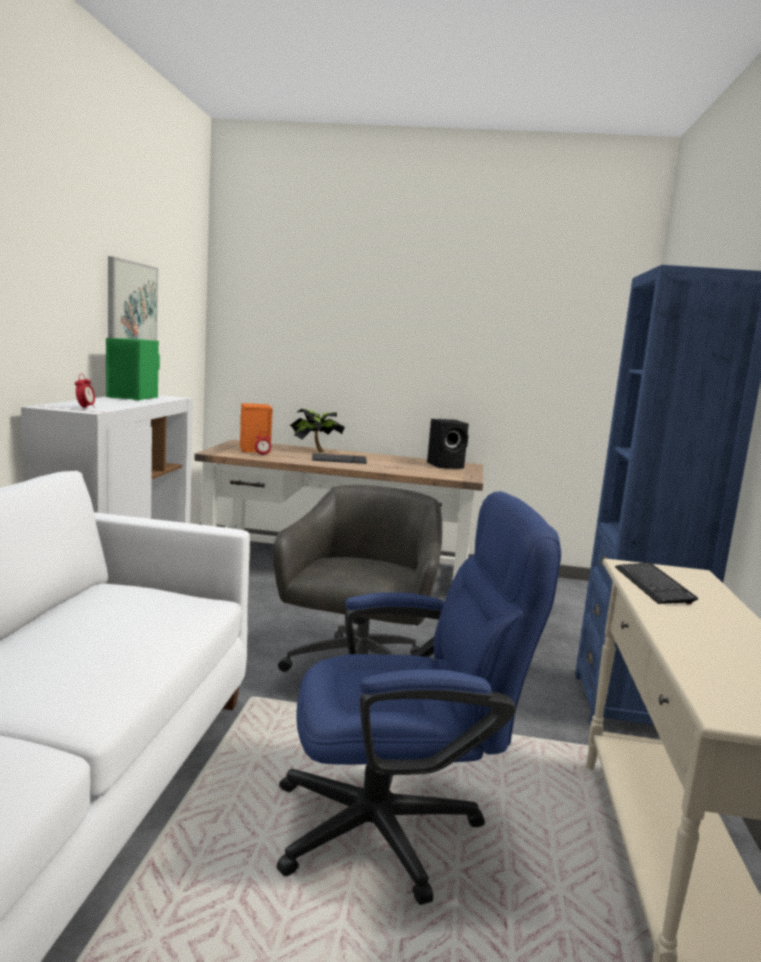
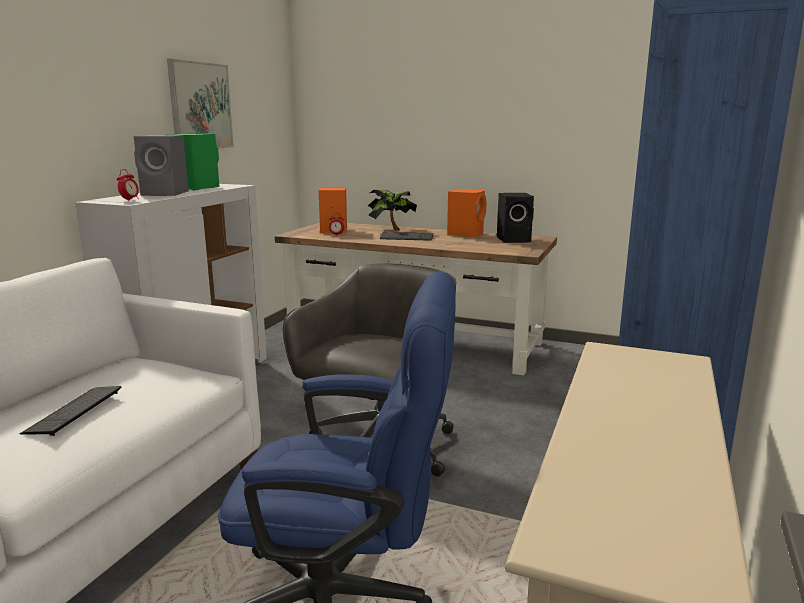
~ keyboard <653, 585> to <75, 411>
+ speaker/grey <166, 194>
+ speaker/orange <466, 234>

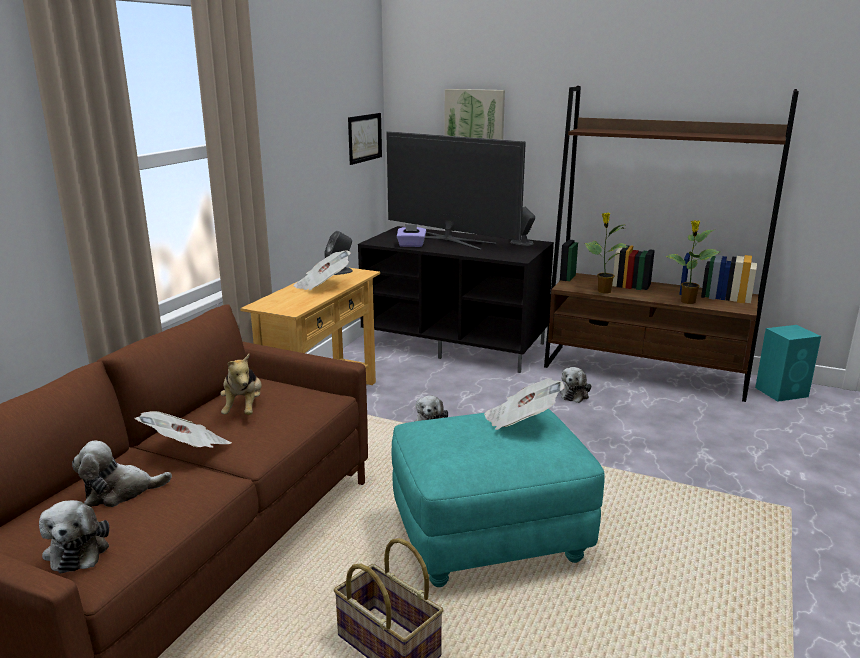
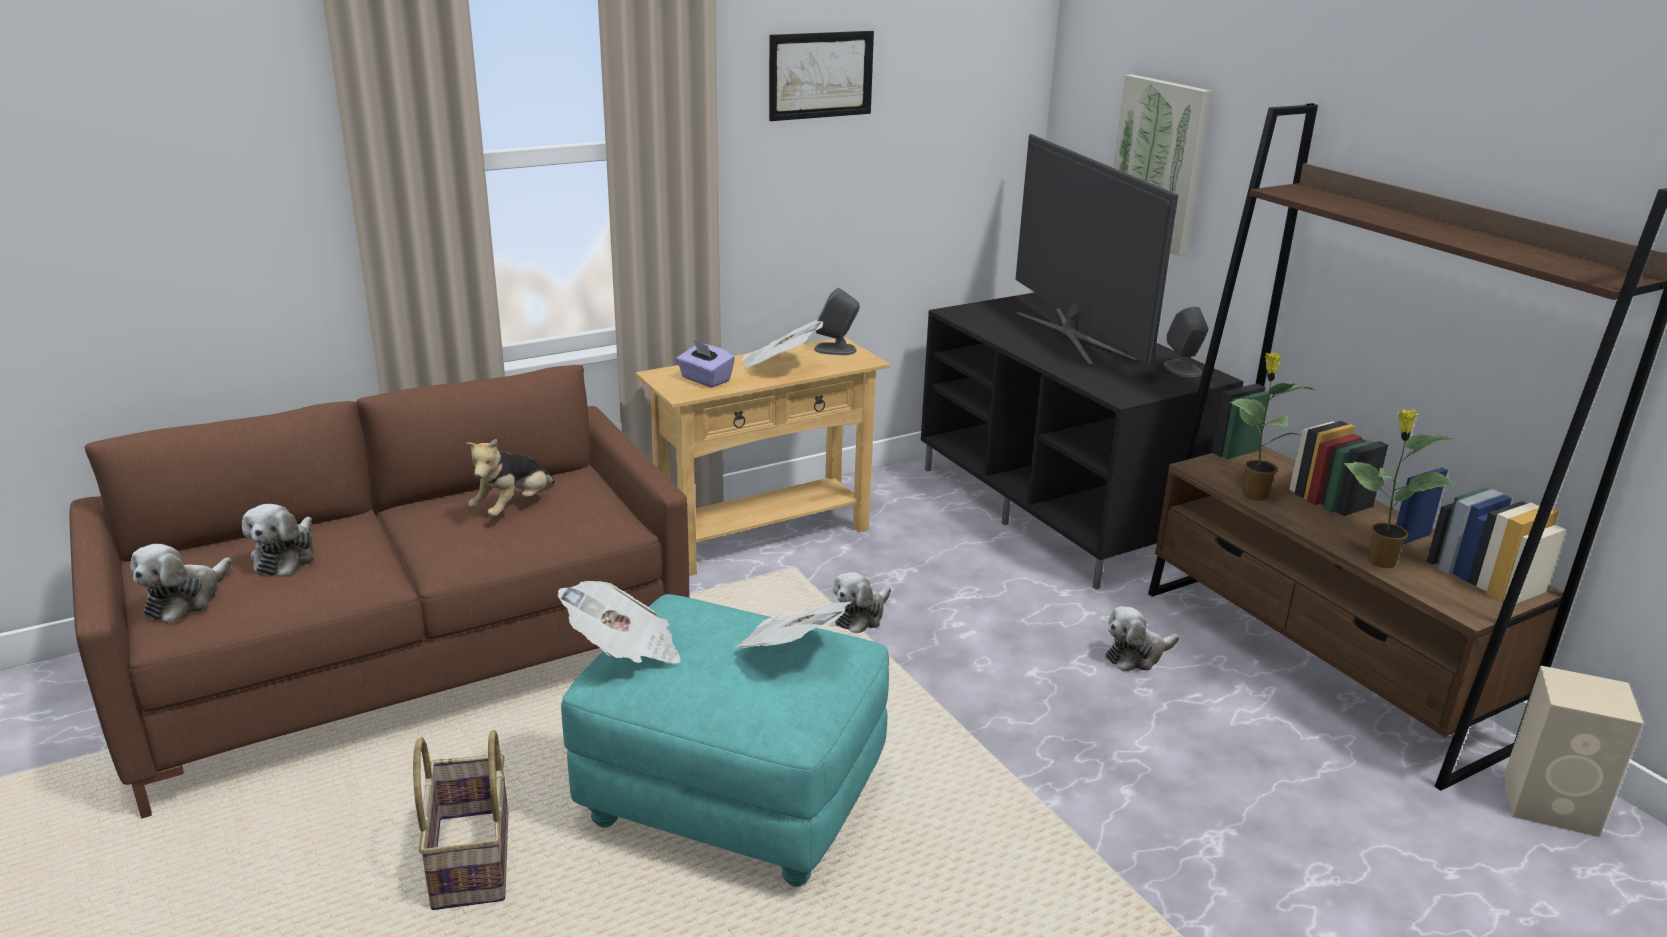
~ plush toy <120, 492> = <286, 557> 105 degrees counterclockwise
~ newspaper <187, 450> to <624, 651>
~ picture <364, 138> to <821, 75>
~ tissue box/purple <411, 245> to <705, 380>
~ speaker/turquoise <782, 392> to speaker/beige <1553, 805>

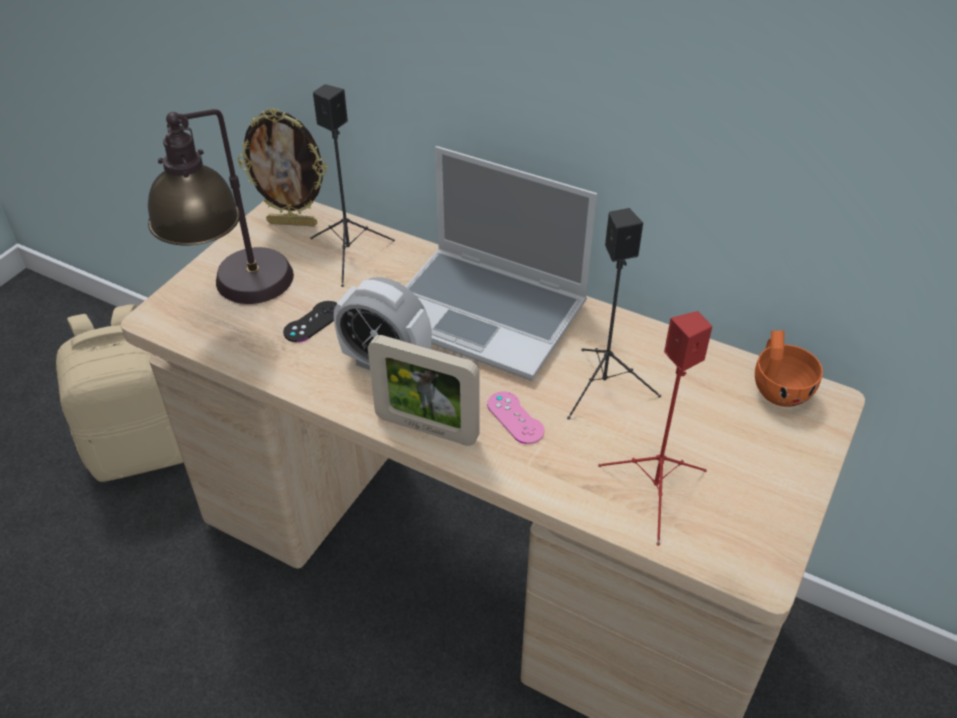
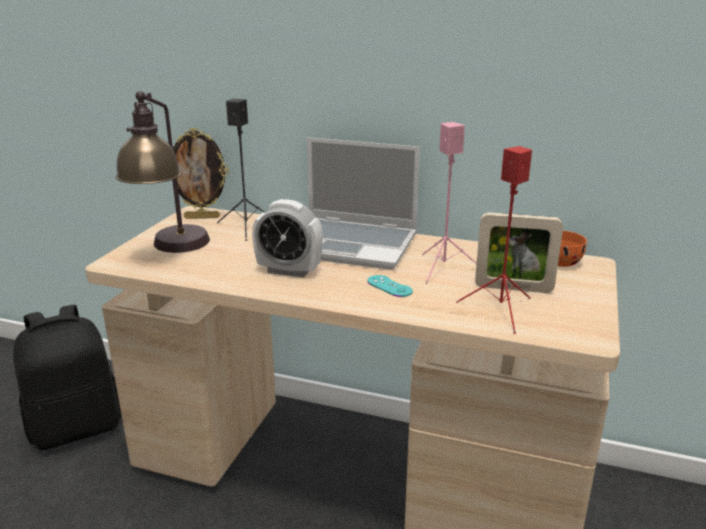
~ backpack/beige <145, 448> to backpack/black <77, 427>
- game controller/black <313, 322>
~ picture frame <426, 428> to <513, 288>
~ game controller/pink <515, 418> to game controller/turquoise <389, 286>
~ speaker/black <604, 387> to speaker/pink <444, 268>

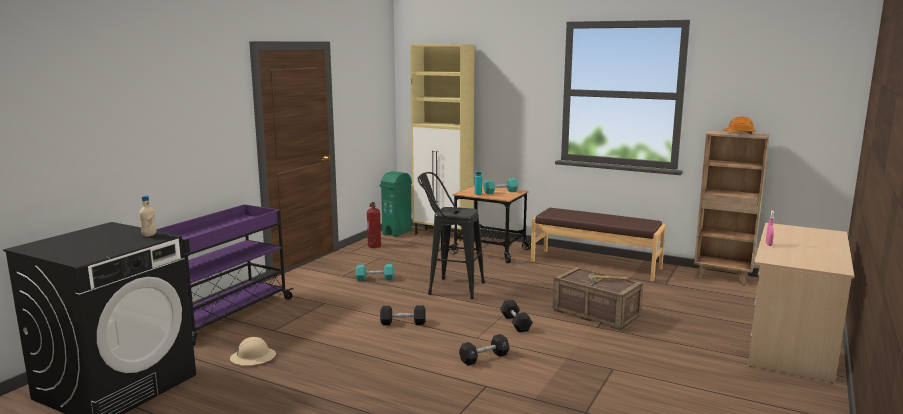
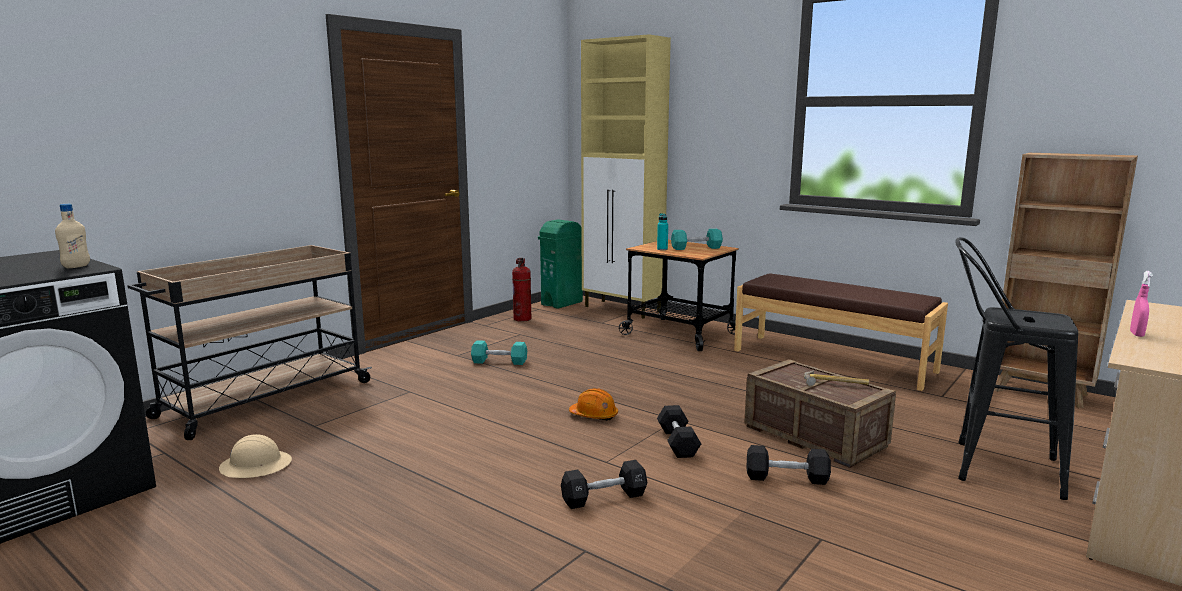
~ cart/purple <224, 316> to cart/beige <263, 400>
~ dumbbell/black <403, 323> to <786, 478>
~ stool/black <450, 288> to <992, 466>
~ hard hat/orange <739, 133> to <594, 415>

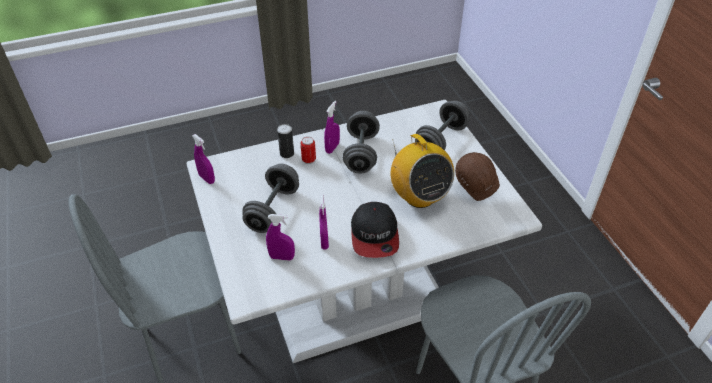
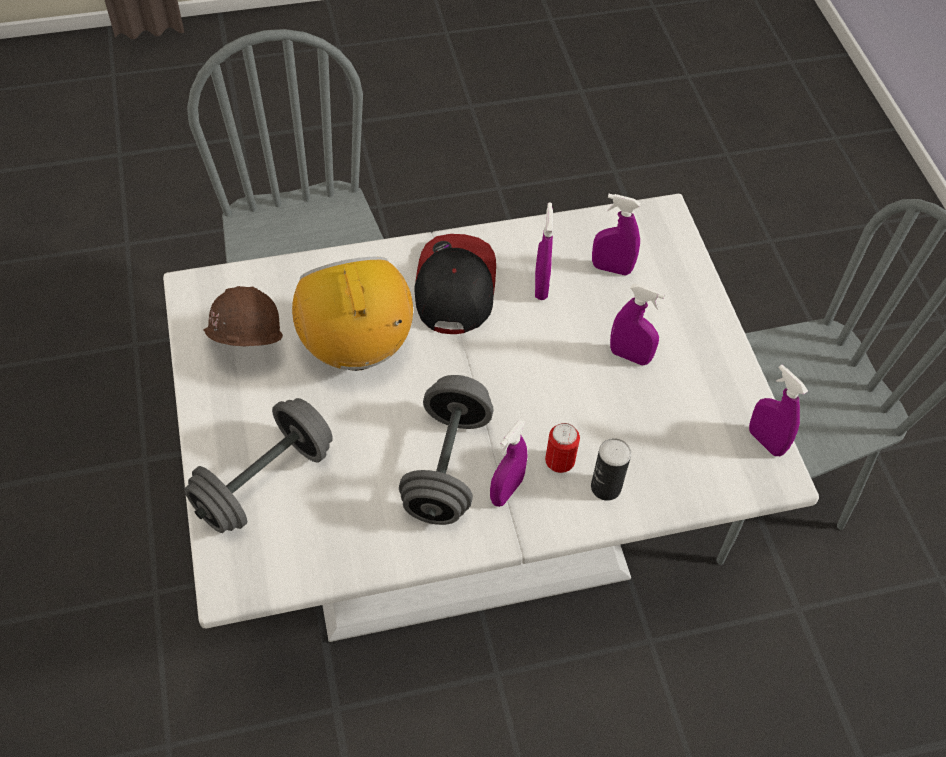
~ dumbbell/grey <273, 209> to spray bottle/purple <630, 356>

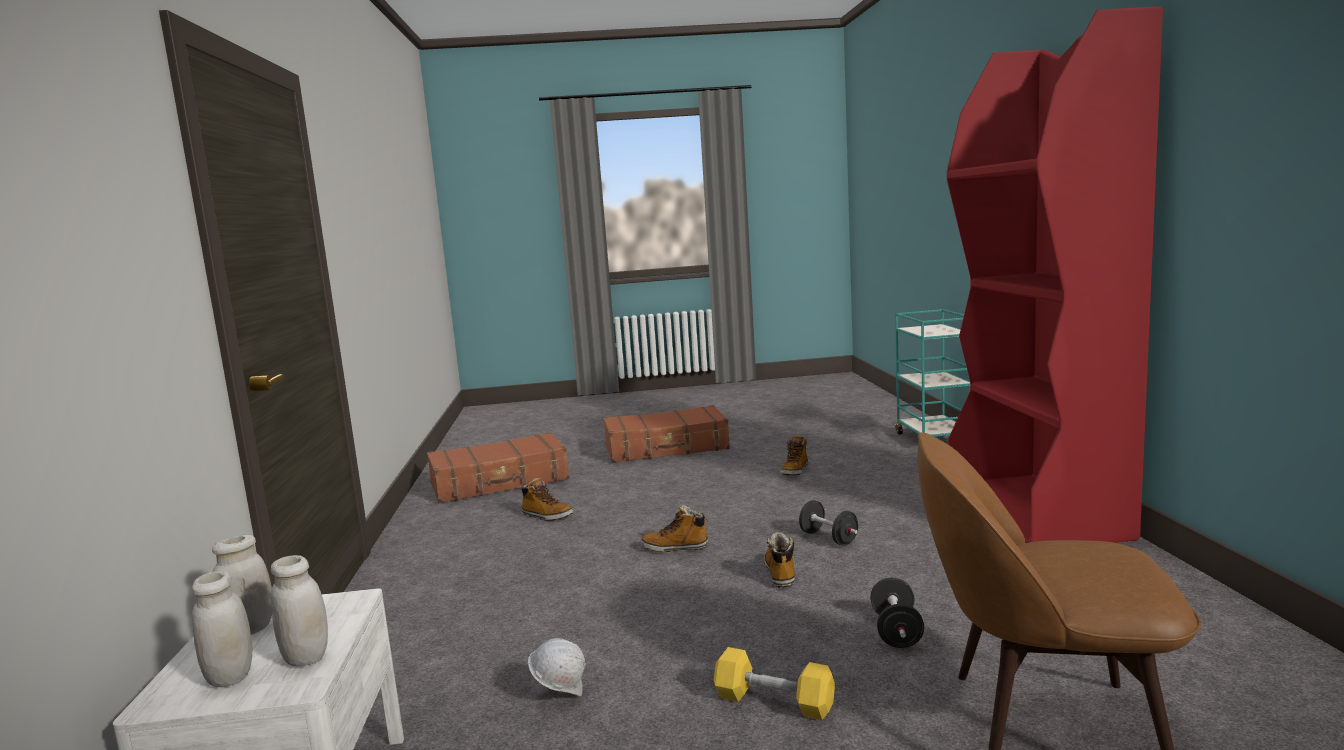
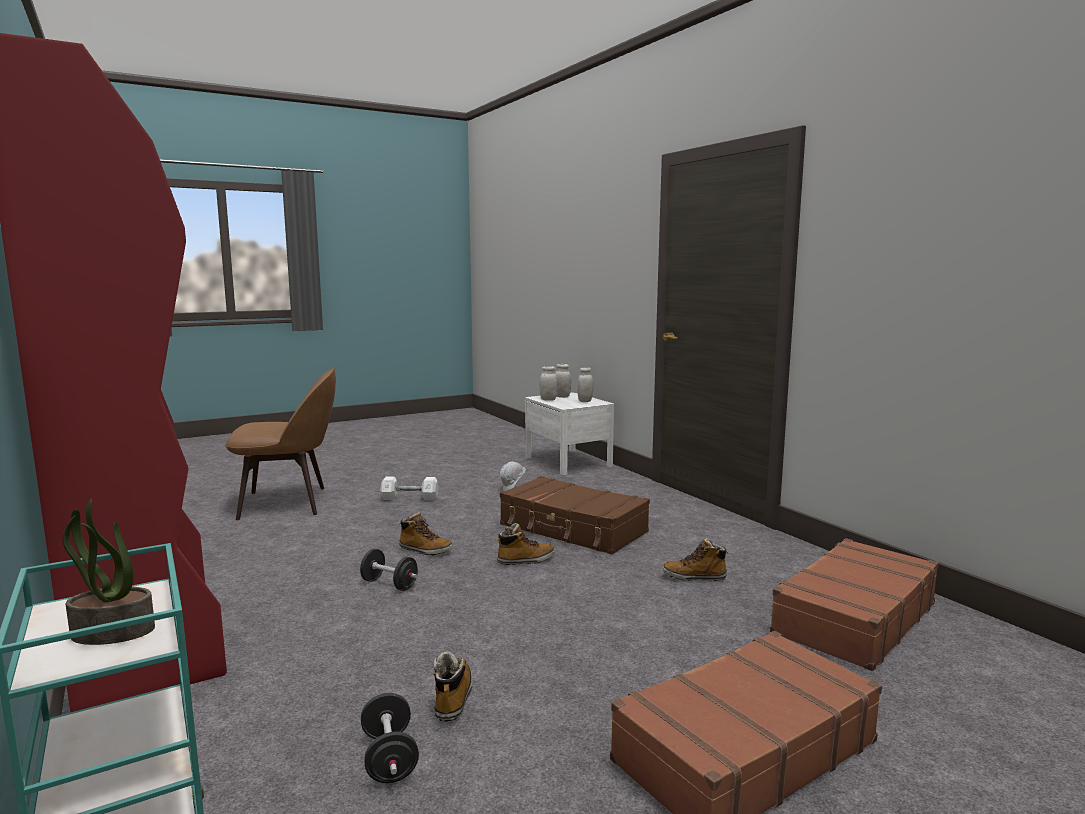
~ dumbbell/yellow <774, 701> to dumbbell/white <409, 498>
~ boot <781, 573> = <425, 550> 45 degrees counterclockwise
~ dumbbell/black <896, 631> to <389, 758>
+ potted plant <111, 633>
+ suitcase/brown <573, 529>

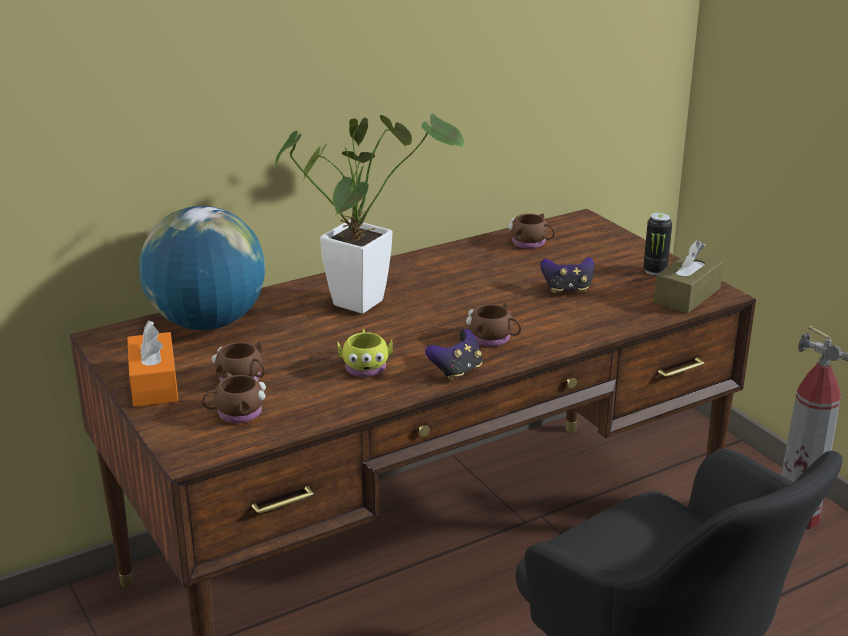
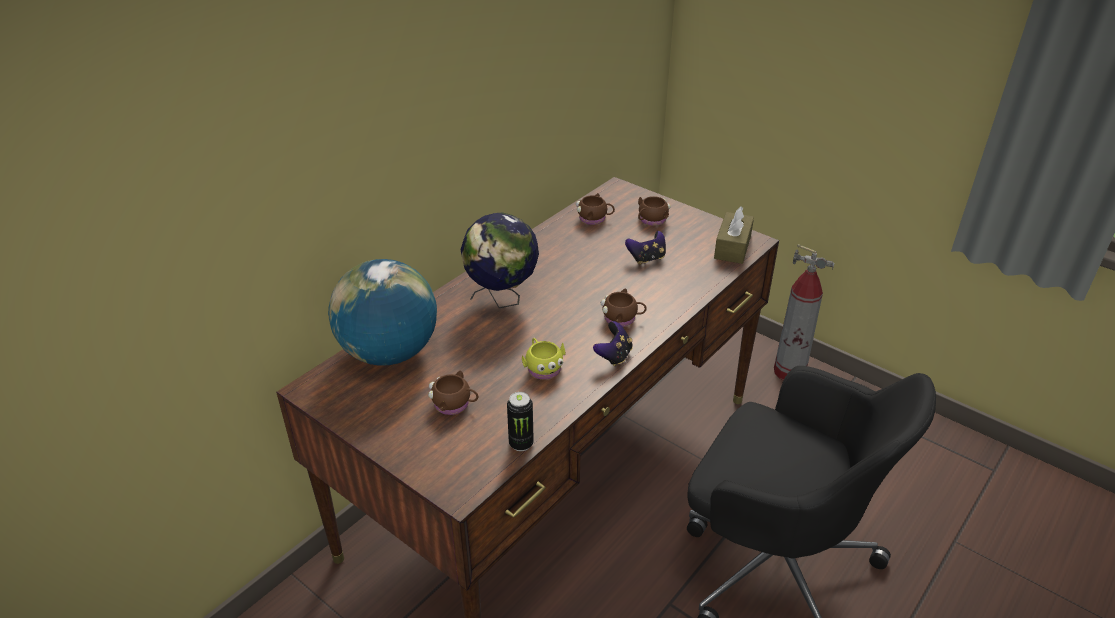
- tissue box/orange <154, 384>
~ mug/brown <235, 414> to <651, 220>
~ potted plant <366, 299> to globe <502, 300>
~ can <655, 271> to <521, 443>

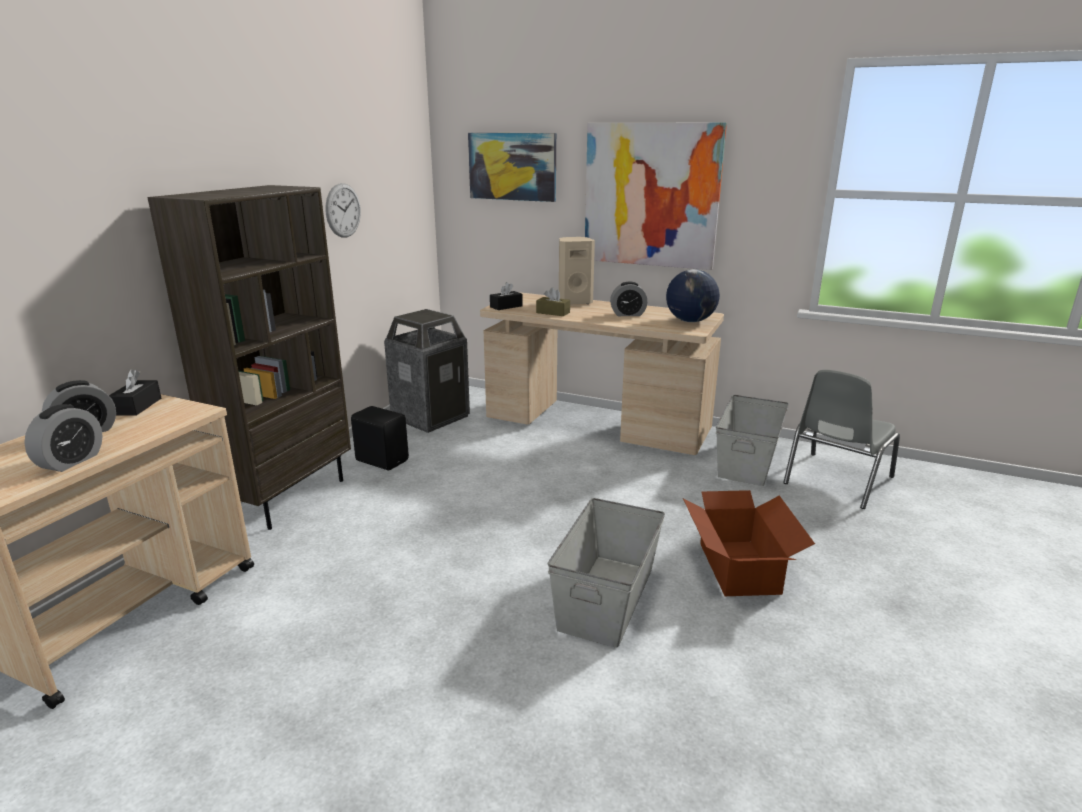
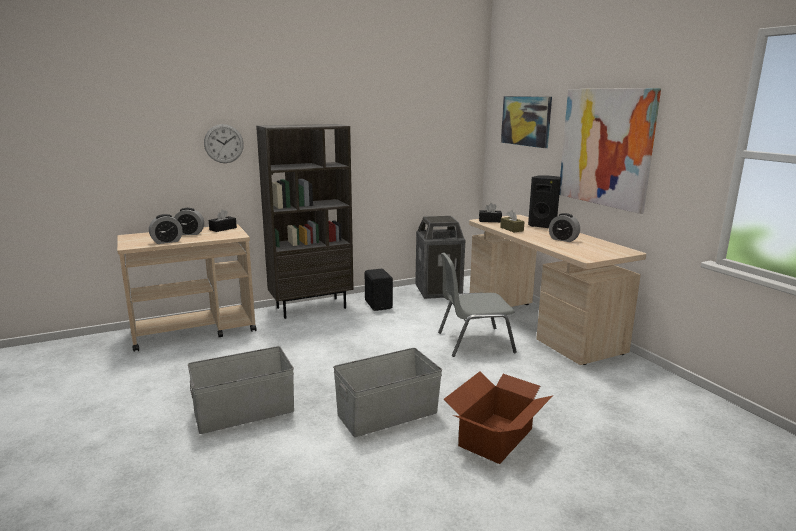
~ wall clock <343, 210> to <224, 143>
~ speaker/beige <574, 302> to speaker/black <543, 226>
- globe <690, 321>
~ storage box/grey <748, 461> to <245, 411>
~ chair/grey <836, 480> to <473, 342>

